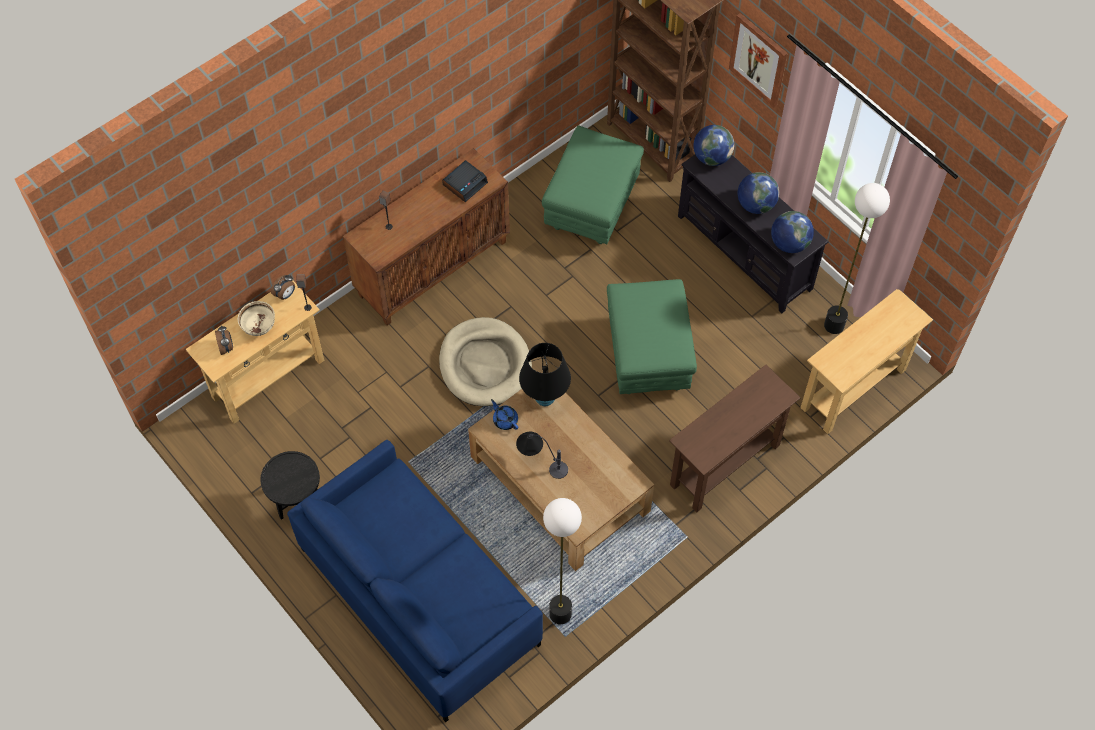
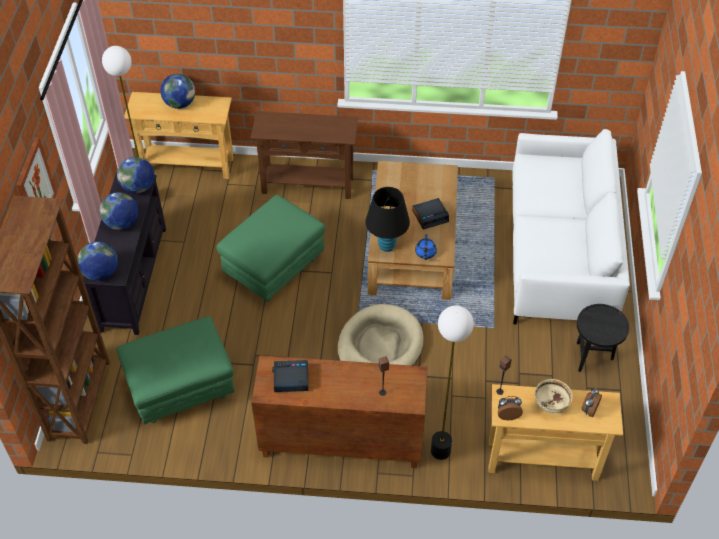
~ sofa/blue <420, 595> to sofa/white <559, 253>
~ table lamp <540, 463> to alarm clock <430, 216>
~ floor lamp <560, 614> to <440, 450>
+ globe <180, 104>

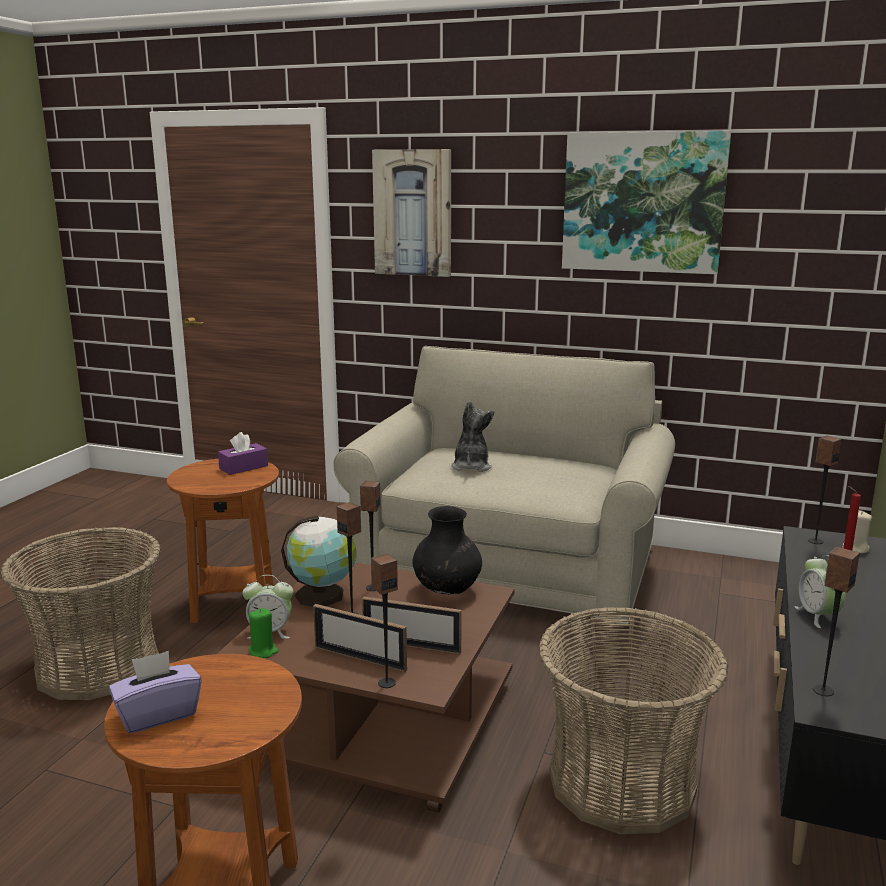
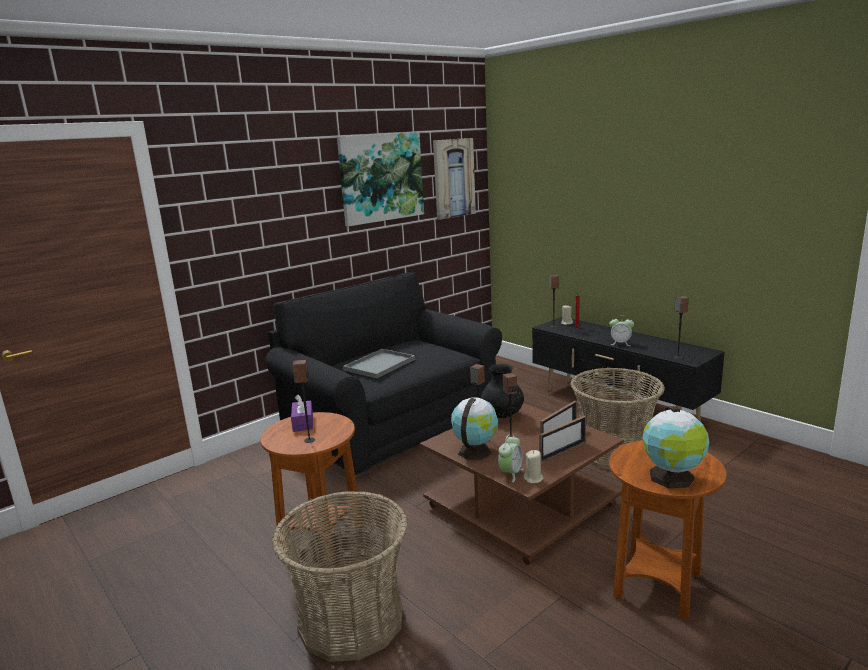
~ tissue box/purple <158, 714> to globe <672, 478>
~ candle/green <263, 651> to candle/beige <533, 478>
~ sofa/beige <511, 567> to sofa/black <391, 426>
~ speaker <386, 683> to <309, 440>
~ picture <413, 213> to <453, 178>
~ plush toy <471, 466> to tray/grey <379, 365>

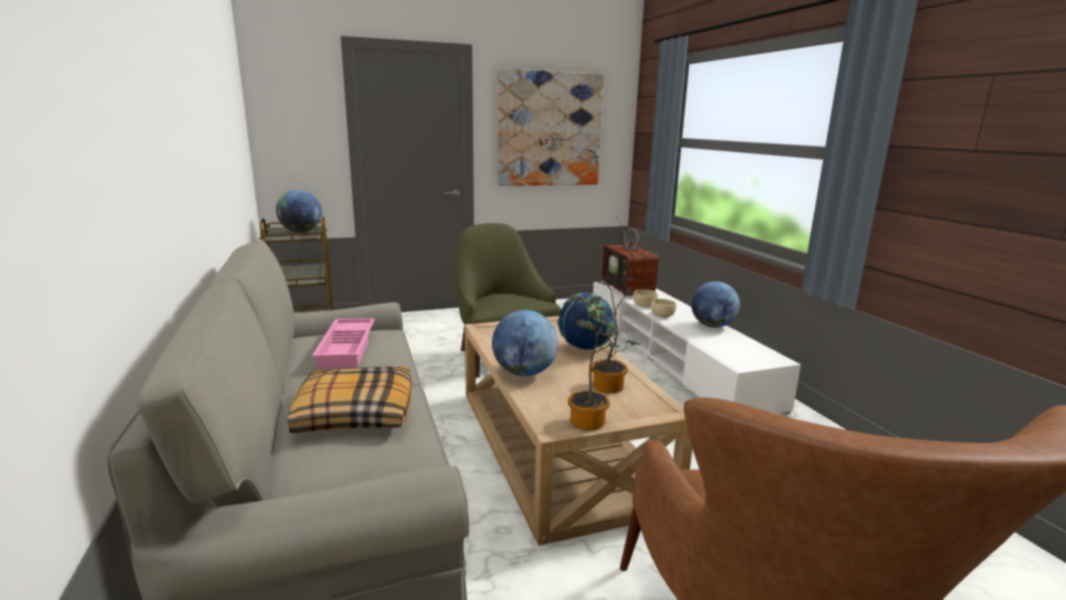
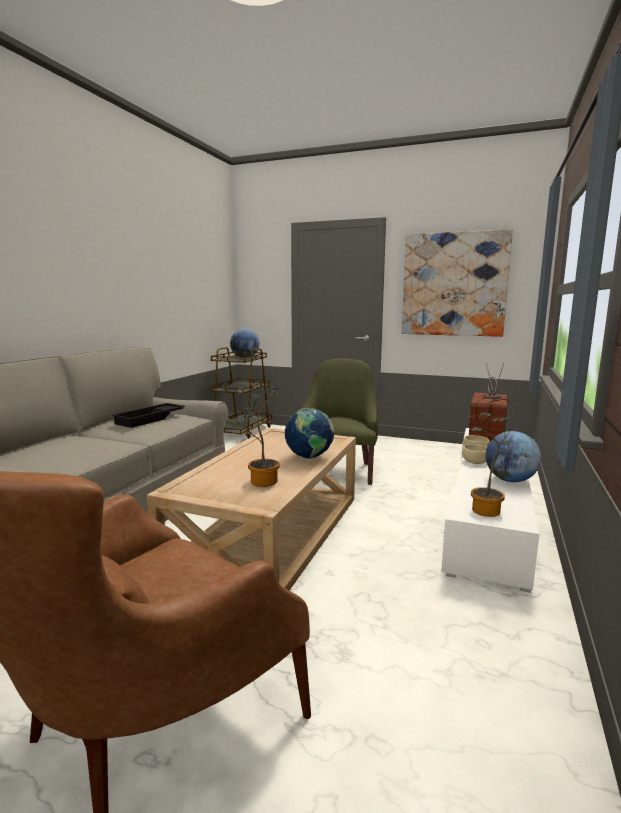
- pillow <354, 413>
~ tray/pink <348, 348> to tray/black <150, 419>
- globe <524, 373>
~ potted plant <593, 422> to <490, 512>

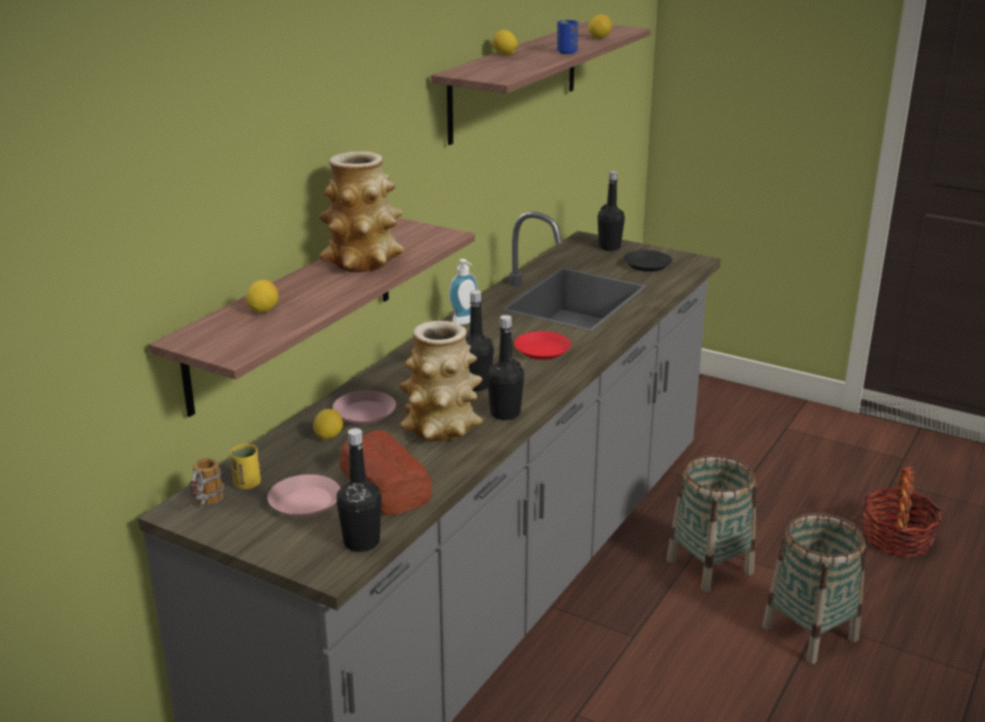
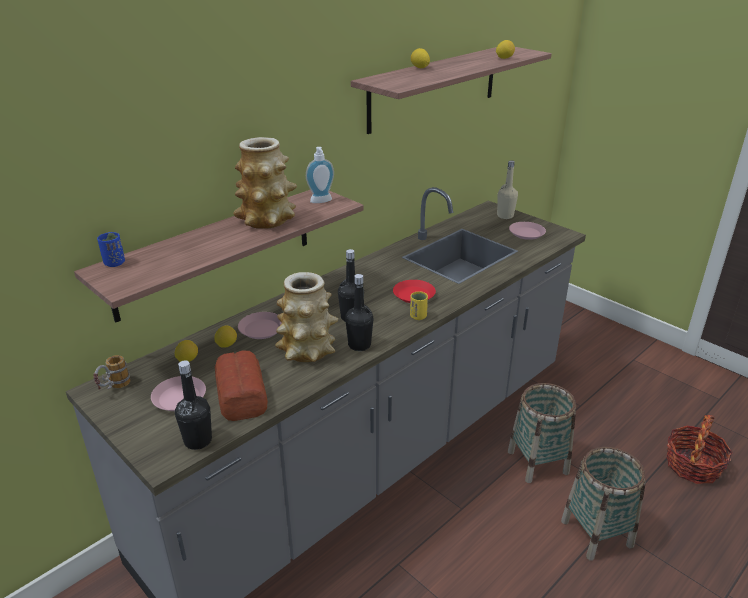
~ cup/yellow <247, 484> to <418, 316>
~ lemon <263, 310> to <187, 360>
~ soap dispenser <465, 322> to <322, 201>
~ cup/blue <567, 52> to <114, 263>
~ bottle/black <609, 247> to bottle/beige <505, 216>
~ plate/black <647, 264> to plate/pink <526, 233>

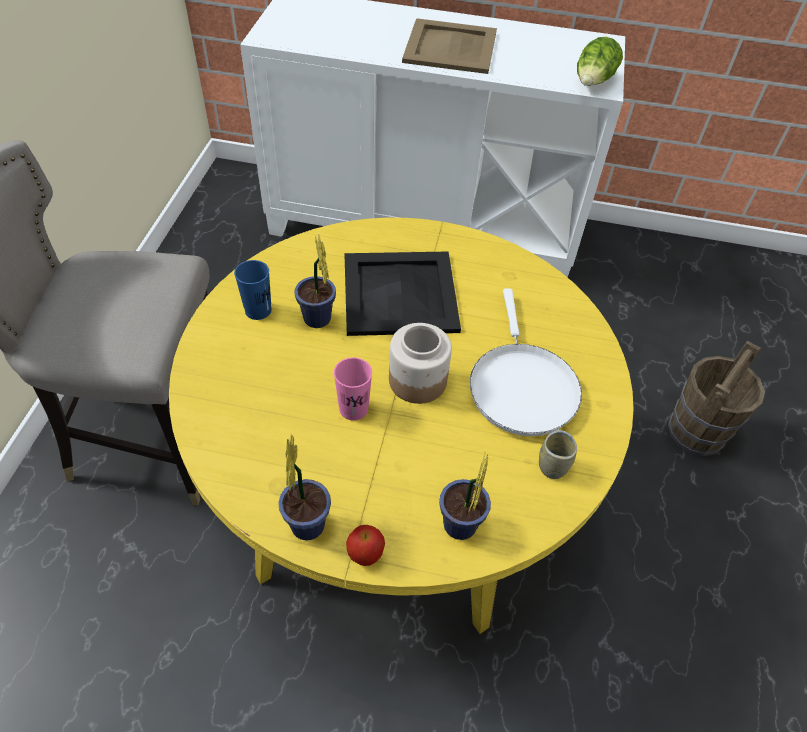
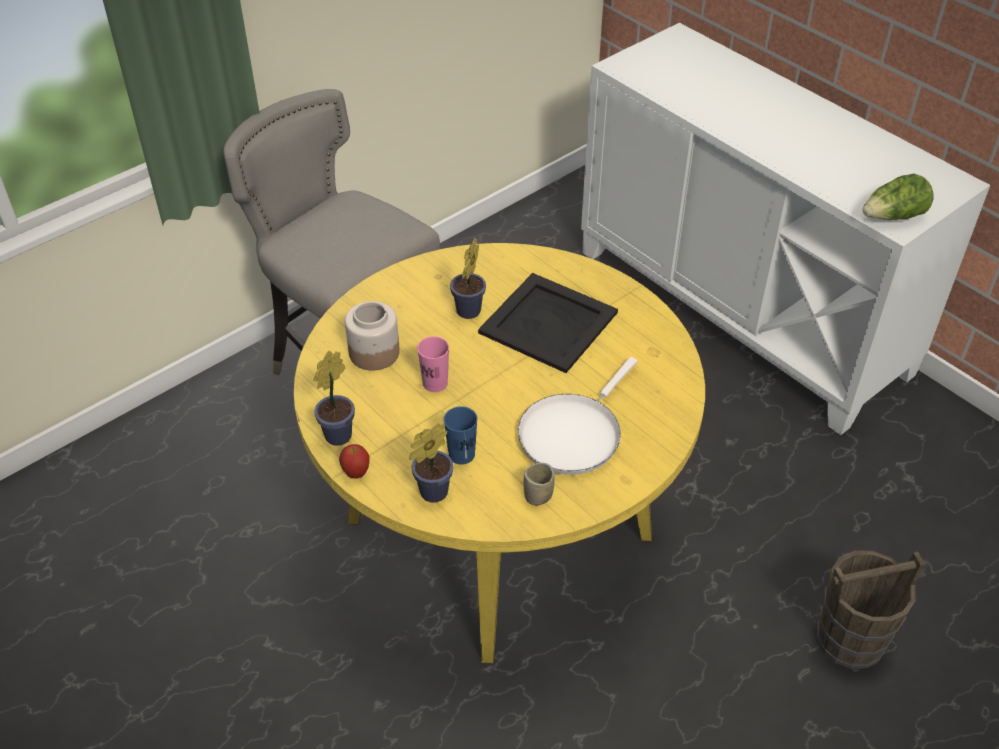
~ cup/blue <258, 310> to <461, 454>
~ jar <417, 381> to <373, 353>
- tray/beige <451, 46>

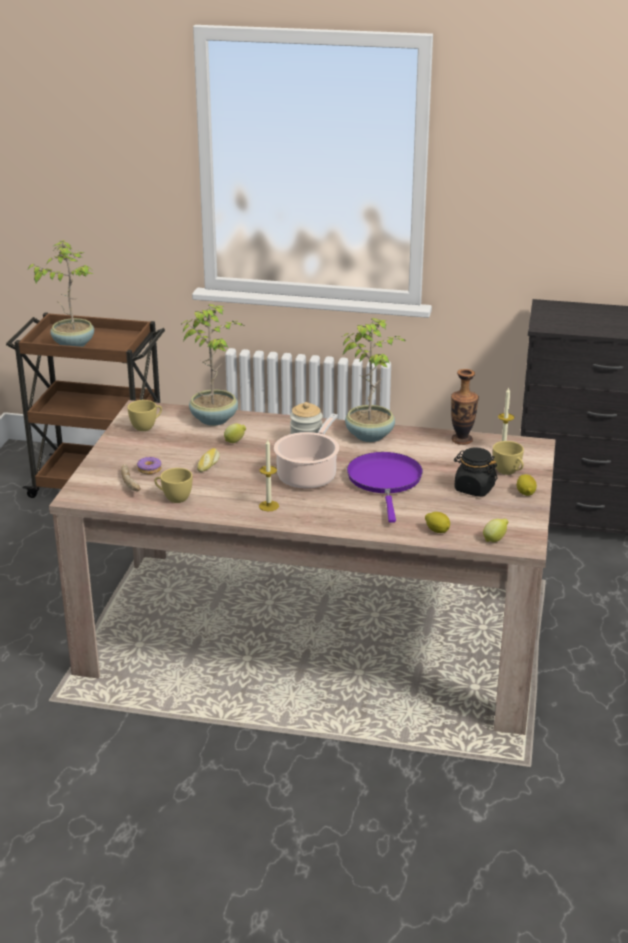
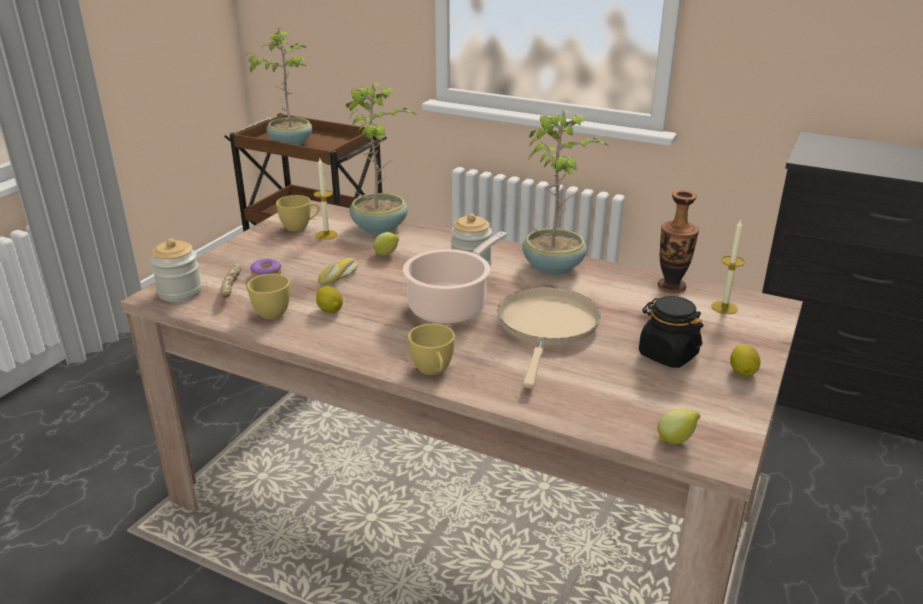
~ candle <269, 506> to <326, 235>
~ frying pan/purple <385, 481> to frying pan/beige <547, 327>
~ lemon <437, 531> to <330, 310>
~ cup/yellow <509, 472> to <433, 371>
+ jar <180, 292>

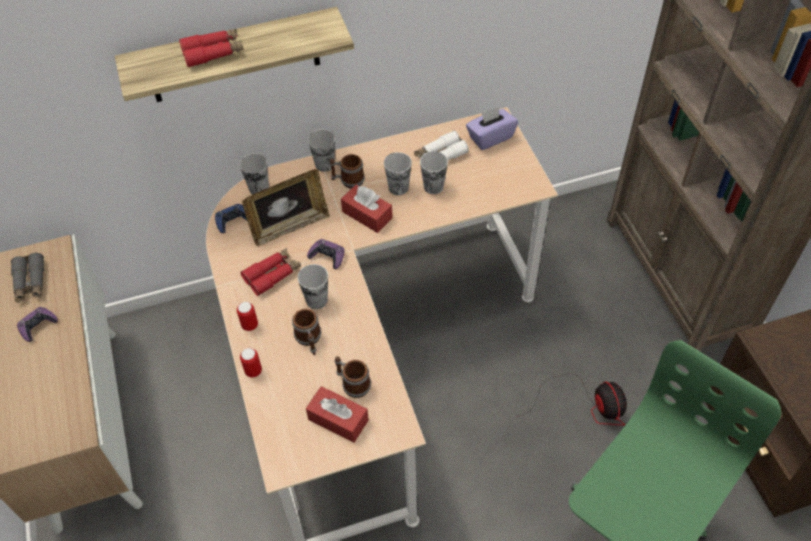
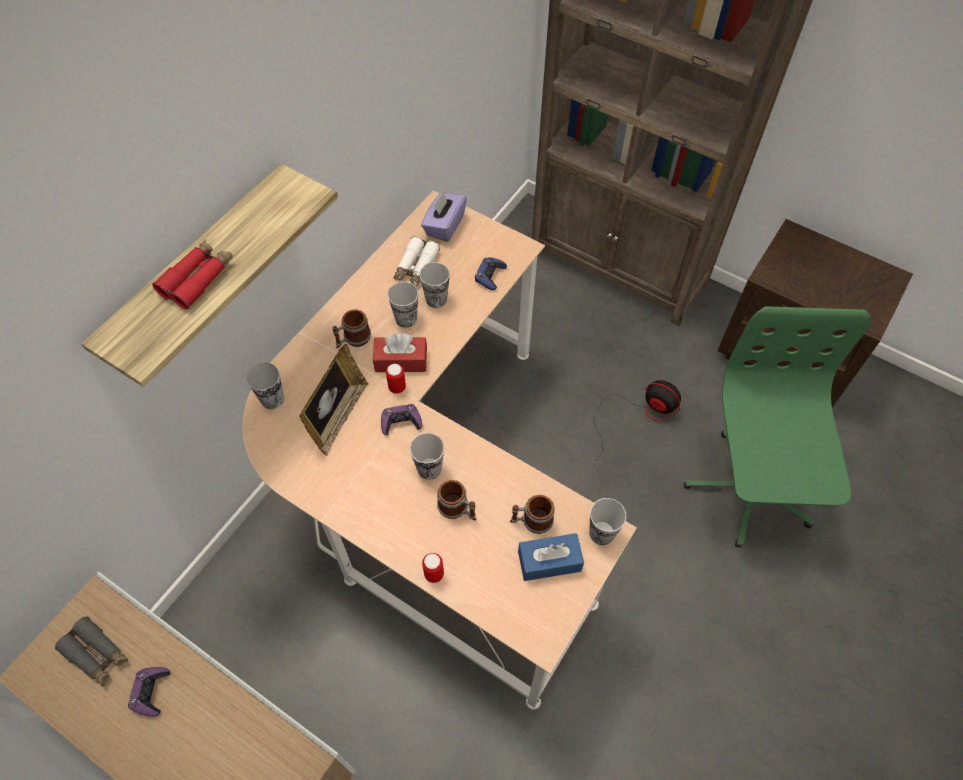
~ game controller/blue <233, 220> to <490, 276>
~ can <250, 325> to <397, 387>
- binoculars/red <272, 275>
~ tissue box/red <338, 419> to tissue box/blue <549, 561>
~ cup <324, 164> to <601, 533>

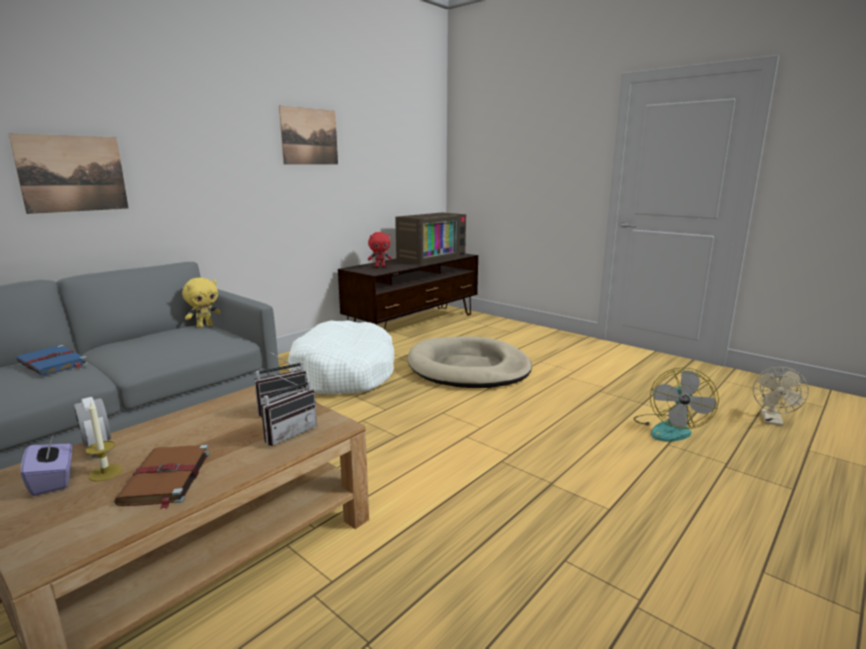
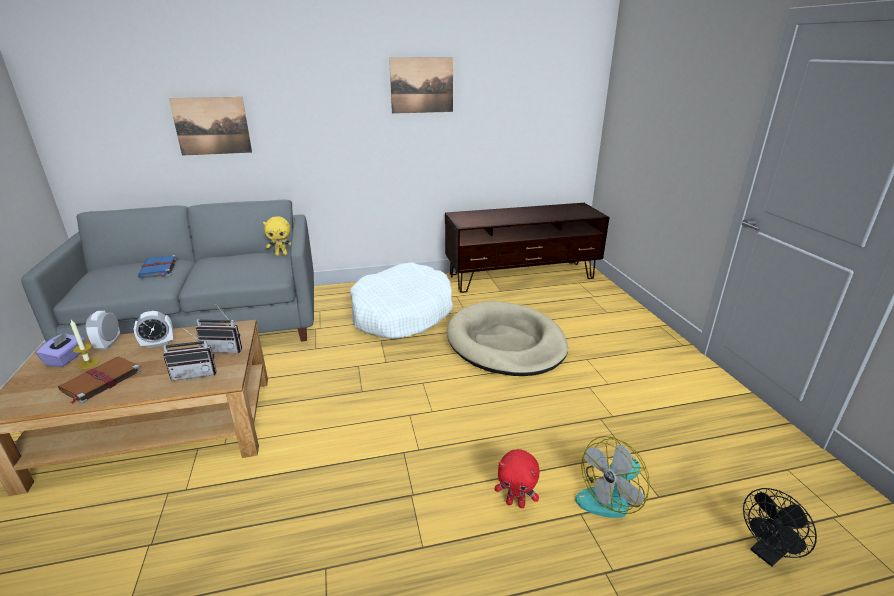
~ plush toy/red <380, 266> to <516, 503>
- television <430, 258>
~ fan/beige <772, 421> to fan/black <767, 553>
+ alarm clock <158, 343>

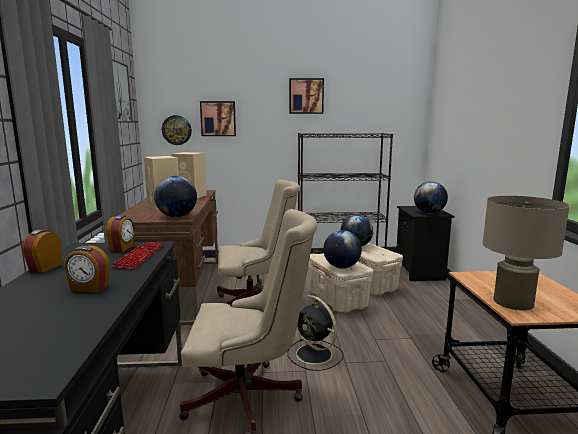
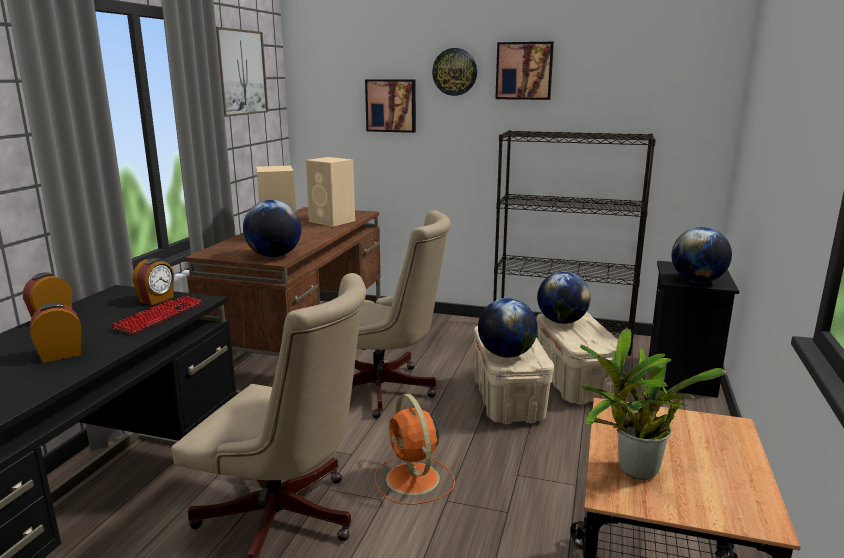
~ alarm clock <89, 288> = <61, 354> 120 degrees clockwise
~ wall clock <176, 130> to <455, 72>
~ fan/black <315, 355> to fan/orange <413, 480>
~ table lamp/beige <513, 302> to potted plant <632, 472>

